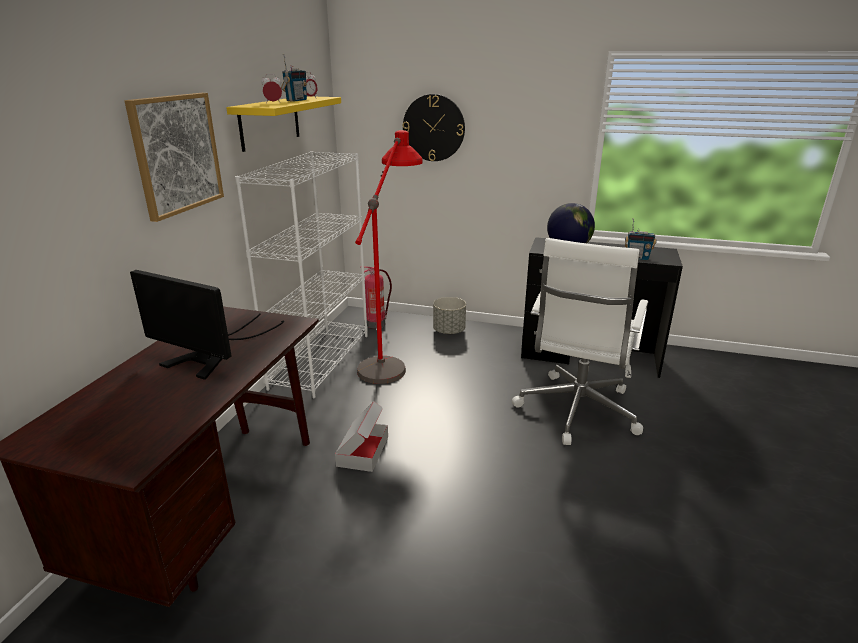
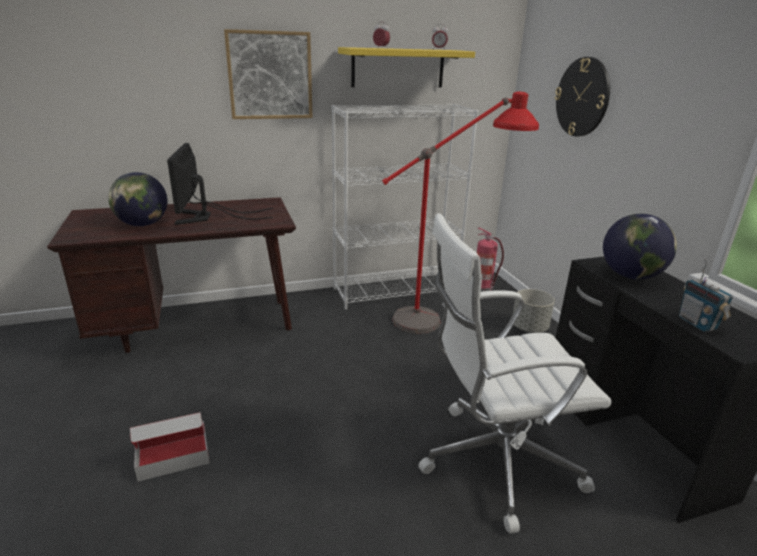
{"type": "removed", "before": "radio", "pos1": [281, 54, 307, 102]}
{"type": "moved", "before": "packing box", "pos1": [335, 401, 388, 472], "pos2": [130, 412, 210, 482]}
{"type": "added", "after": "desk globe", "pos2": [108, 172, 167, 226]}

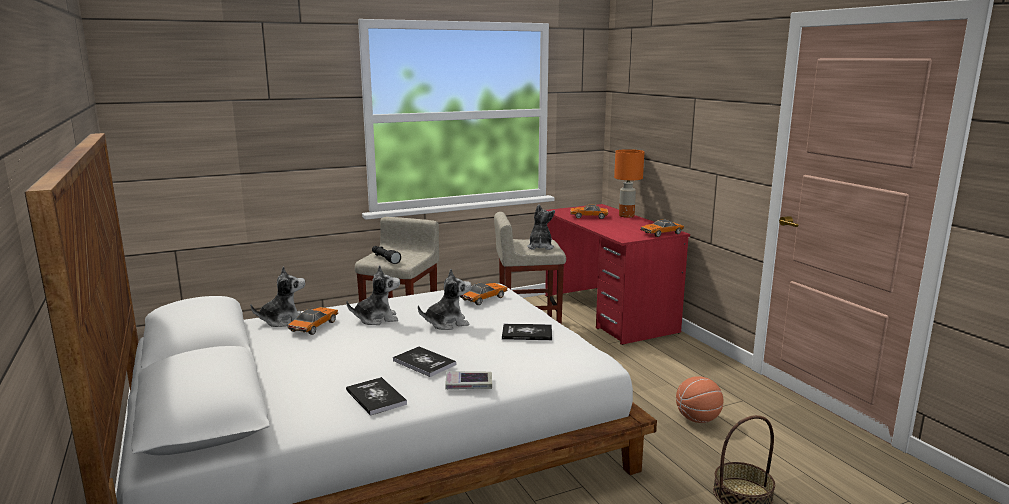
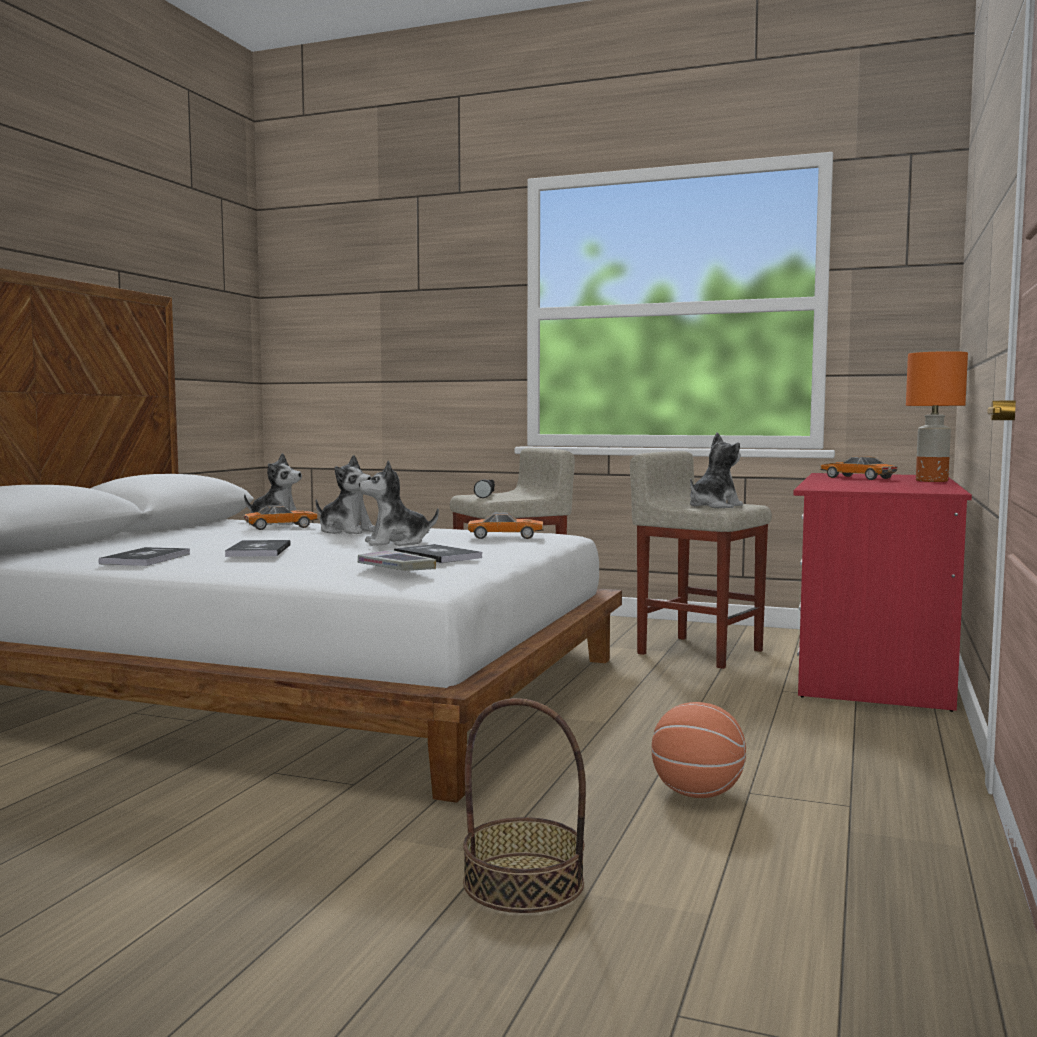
{"type": "turned", "before": "cuddly toy", "pos1": [418, 269, 471, 330], "pos2": [359, 460, 439, 546], "turn": 135}
{"type": "moved", "before": "bound book", "pos1": [445, 371, 492, 389], "pos2": [358, 550, 436, 571]}
{"type": "removed", "before": "model car", "pos1": [641, 219, 684, 237]}

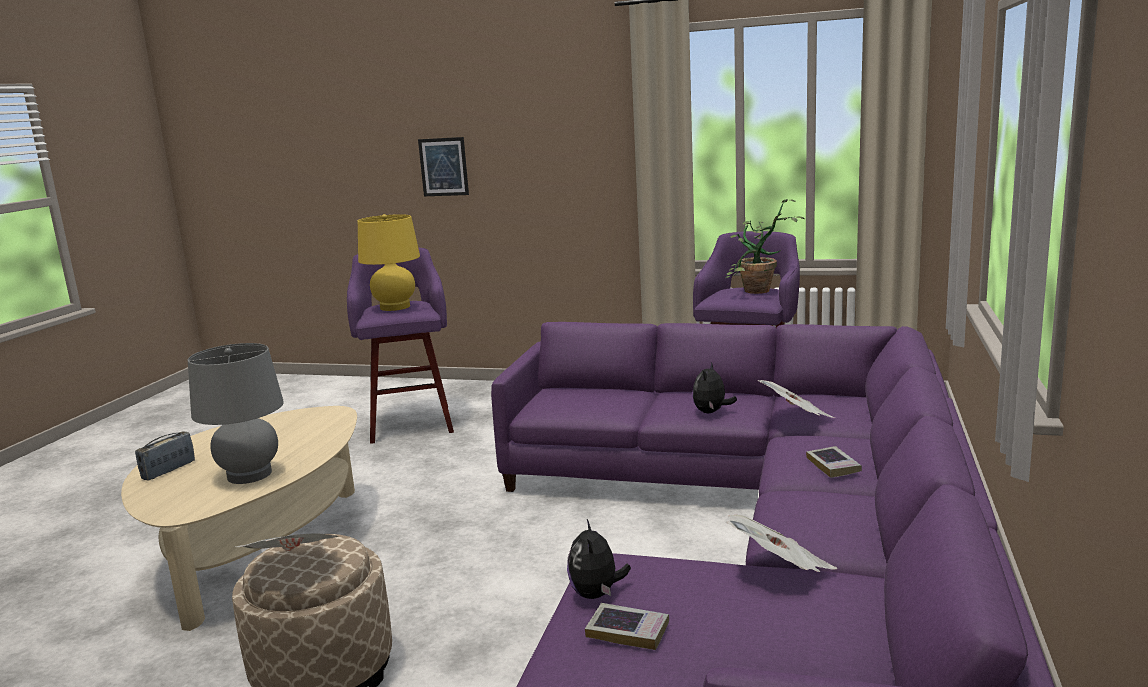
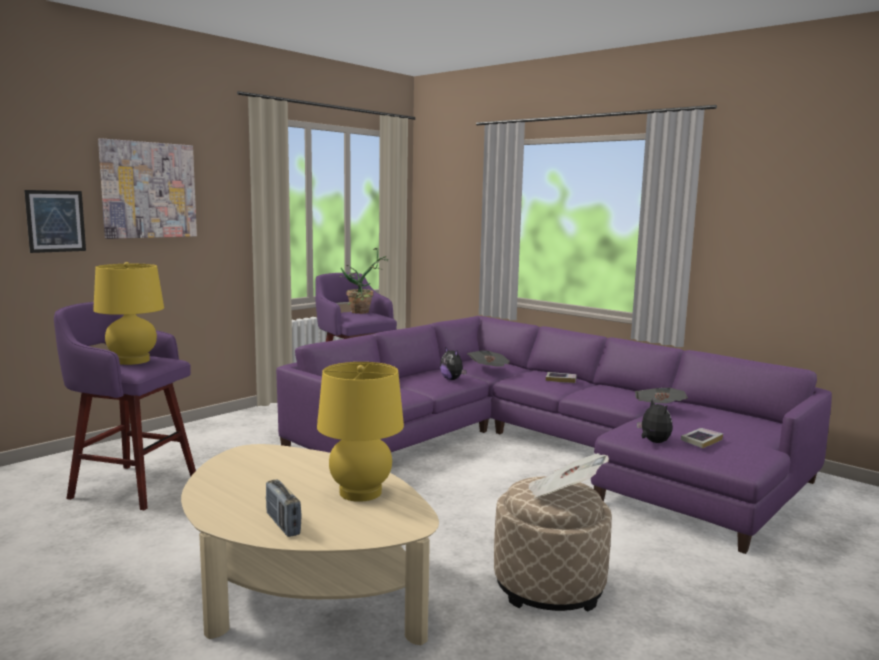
{"type": "recoloured", "before": "greyish tabletop lamp", "after": "yellowish tabletop lamp", "pos1": [188, 343, 284, 484], "pos2": [317, 362, 404, 502]}
{"type": "turned", "before": "cuddly toy", "pos1": [567, 519, 631, 599], "pos2": [637, 398, 673, 443], "turn": -135}
{"type": "added", "after": "picture", "pos2": [98, 138, 197, 239]}

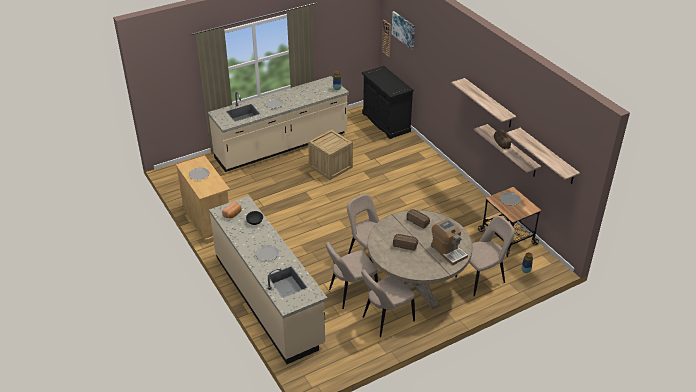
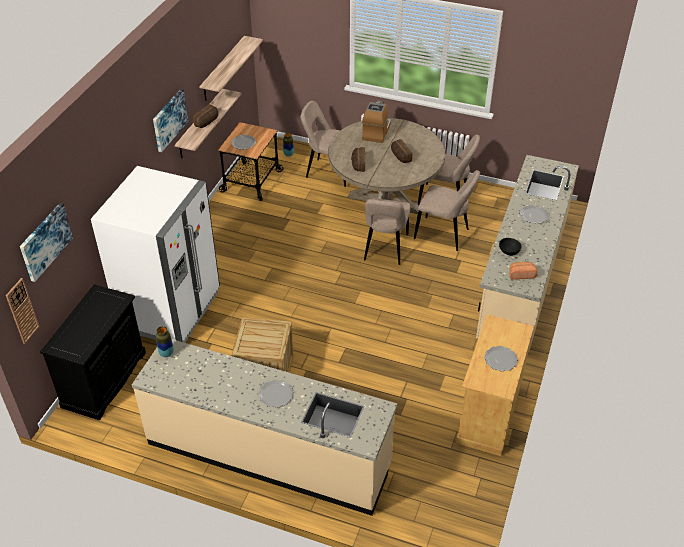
{"type": "replaced", "before": "shelf", "after": "picture", "pos1": [451, 78, 516, 128], "pos2": [153, 89, 188, 152]}
{"type": "added", "after": "white-coloured fridge", "pos2": [91, 166, 220, 343]}

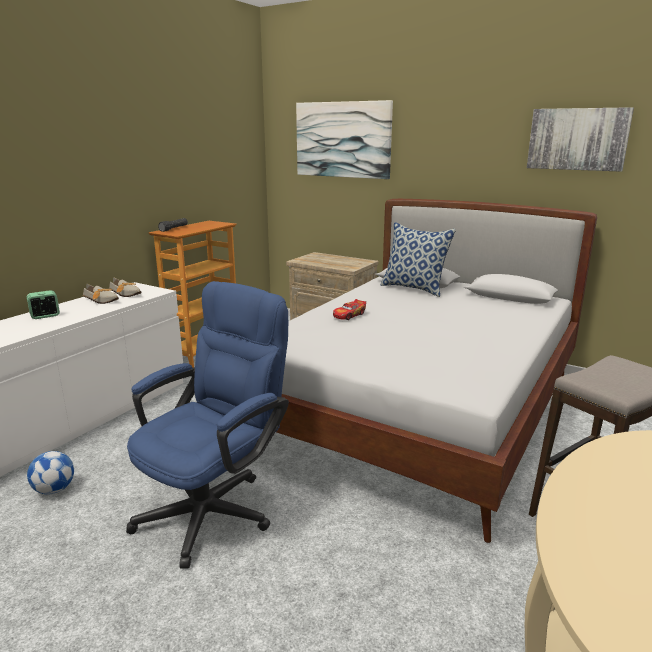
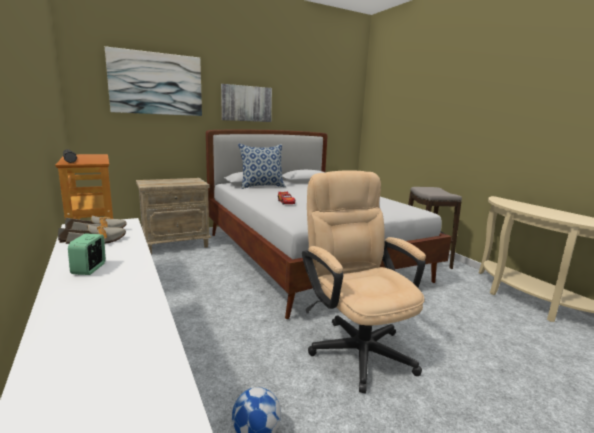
{"type": "recoloured", "before": "bluish desk chair", "after": "beige desk chair", "pos1": [126, 281, 289, 569], "pos2": [302, 170, 426, 394]}
{"type": "moved", "before": "picture", "pos1": [527, 107, 634, 172], "pos2": [221, 84, 272, 122]}

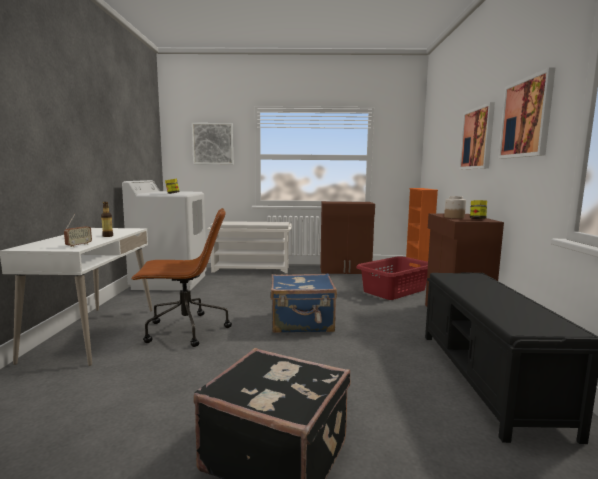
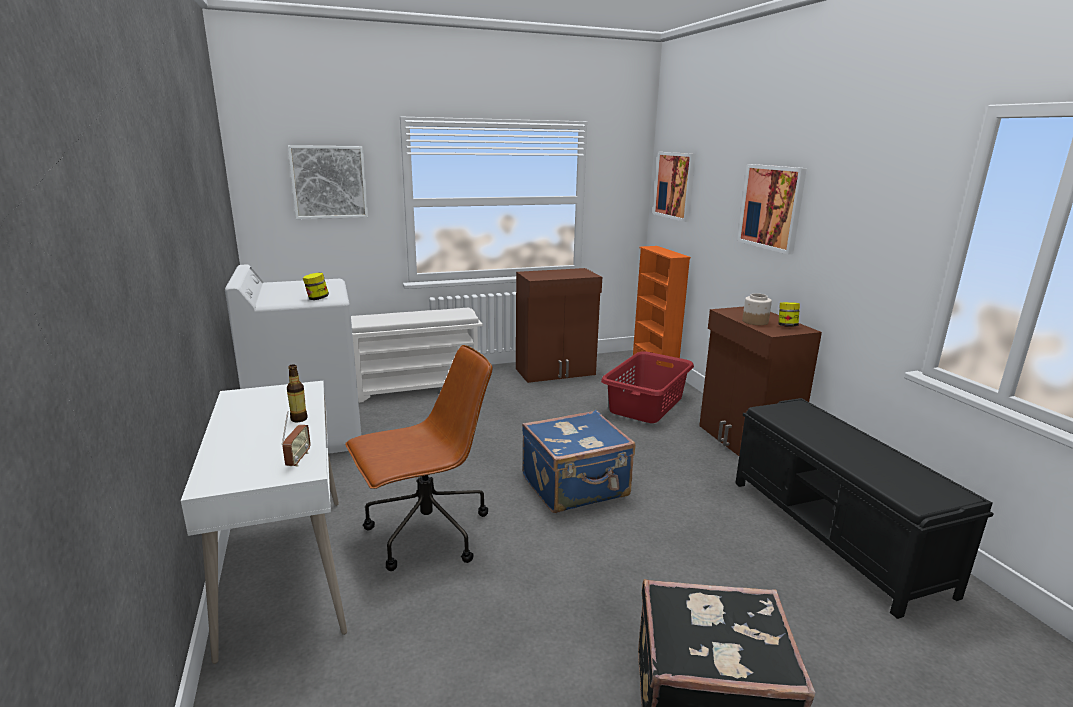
{"type": "moved", "before": "picture", "pos1": [498, 67, 556, 159], "pos2": [653, 152, 696, 222]}

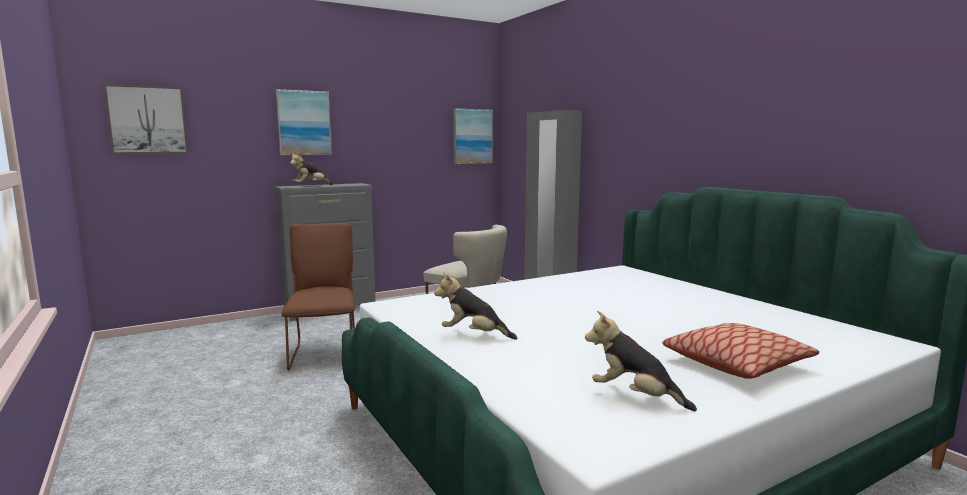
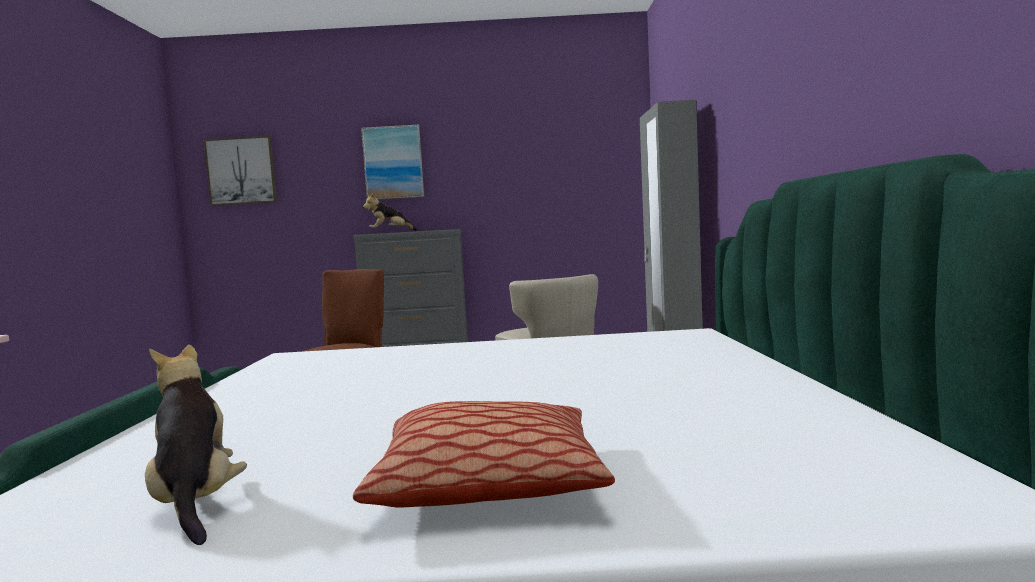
{"type": "removed", "before": "cuddly toy", "pos1": [434, 272, 517, 340]}
{"type": "removed", "before": "picture", "pos1": [453, 108, 493, 164]}

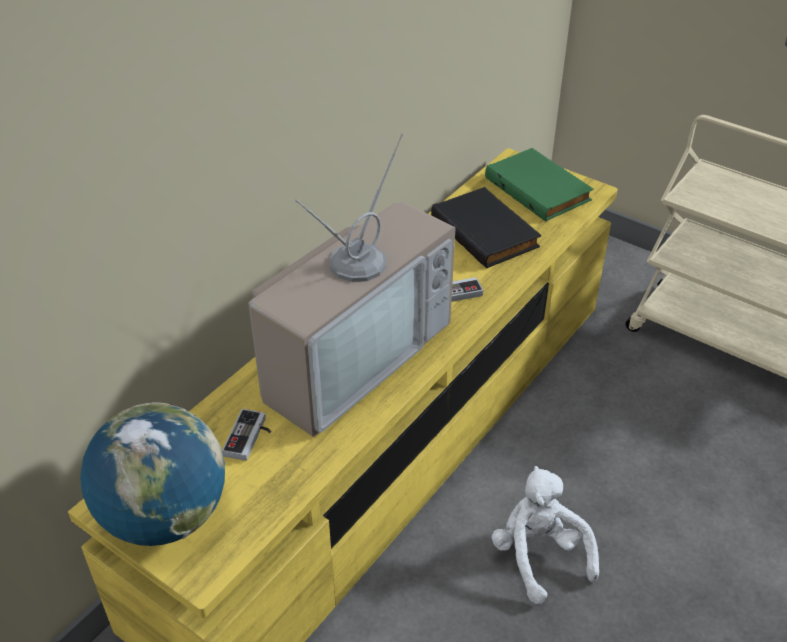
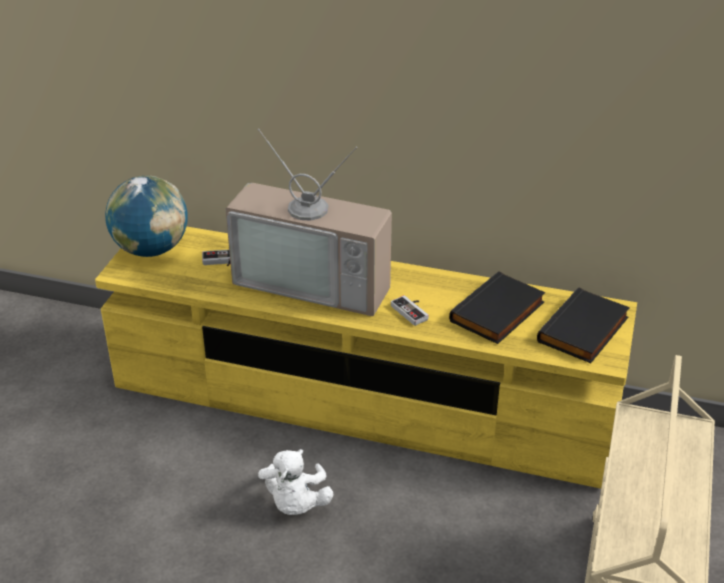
{"type": "recoloured", "before": "green bound book", "after": "blackish bound book", "pos1": [485, 148, 593, 221], "pos2": [537, 288, 630, 363]}
{"type": "turned", "before": "white-coloured cuddly toy", "pos1": [491, 466, 599, 604], "pos2": [258, 449, 334, 515], "turn": 135}

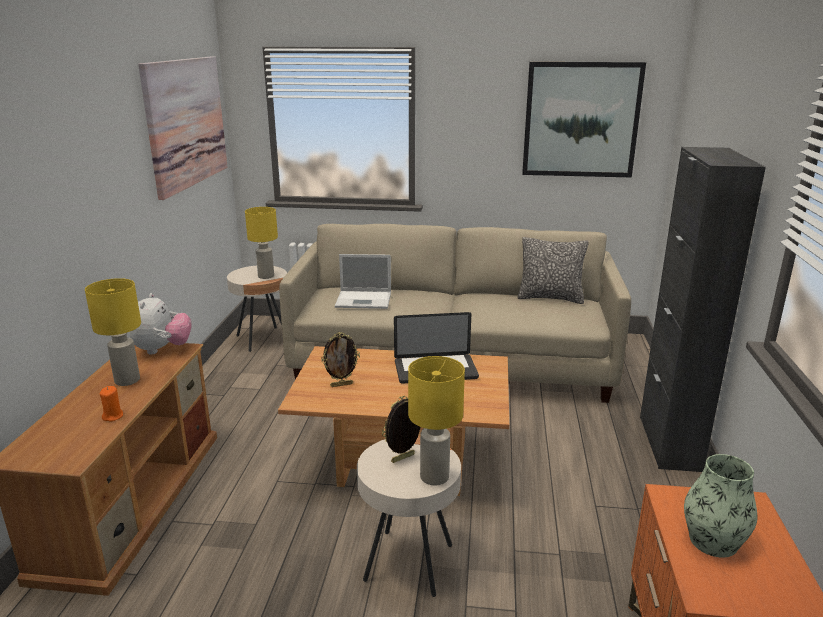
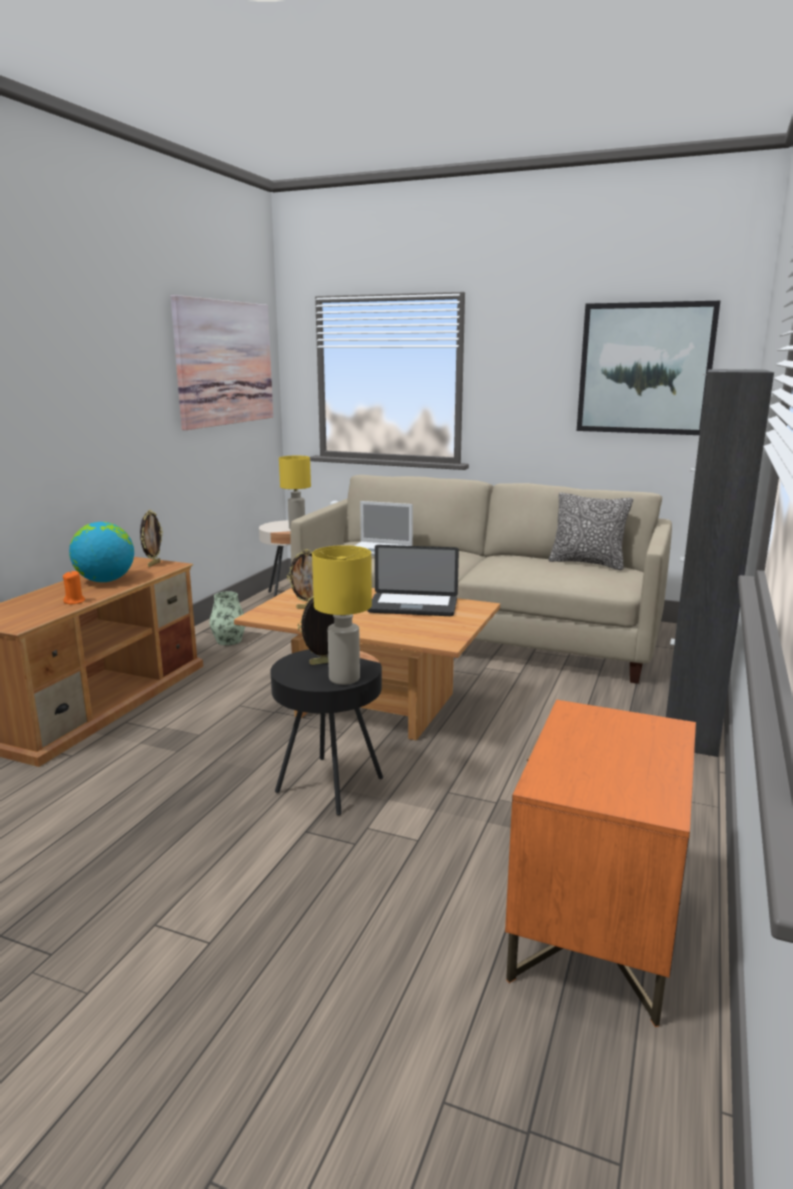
{"type": "replaced", "before": "yellowish tabletop lamp", "after": "desk globe", "pos1": [85, 278, 141, 386], "pos2": [69, 522, 134, 582]}
{"type": "replaced", "before": "cuddly toy", "after": "photo frame", "pos1": [130, 293, 192, 354], "pos2": [140, 510, 163, 567]}
{"type": "recoloured", "before": "beige end table", "after": "blackish end table", "pos1": [357, 436, 461, 597], "pos2": [271, 649, 383, 815]}
{"type": "moved", "before": "flower vase", "pos1": [684, 454, 757, 558], "pos2": [210, 591, 245, 645]}

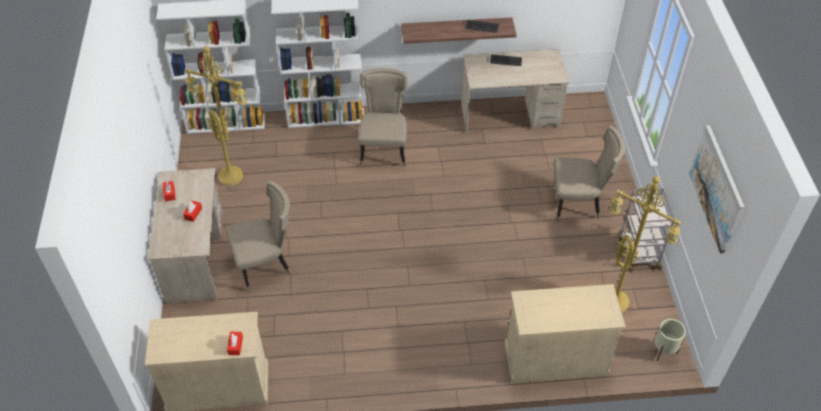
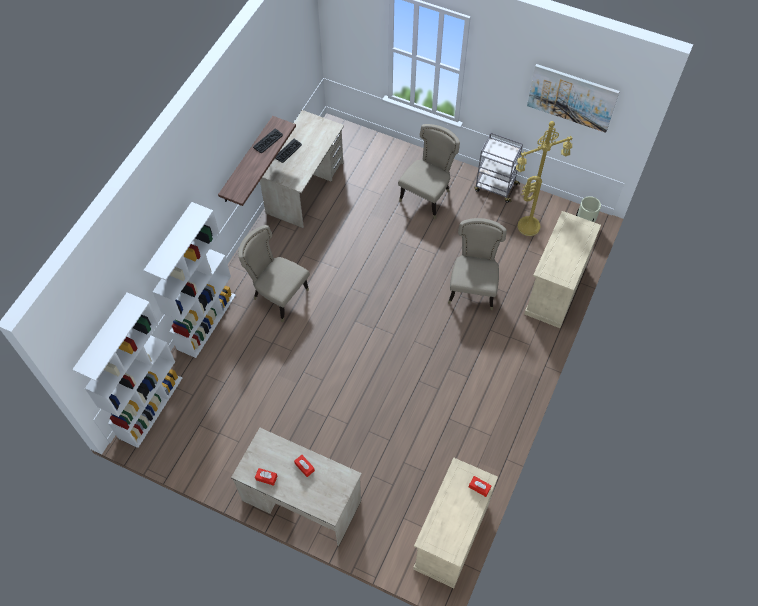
{"type": "removed", "before": "yellowish floor lamp", "pos1": [185, 46, 247, 186]}
{"type": "moved", "before": "beige upright chair", "pos1": [226, 181, 291, 292], "pos2": [448, 218, 507, 310]}

